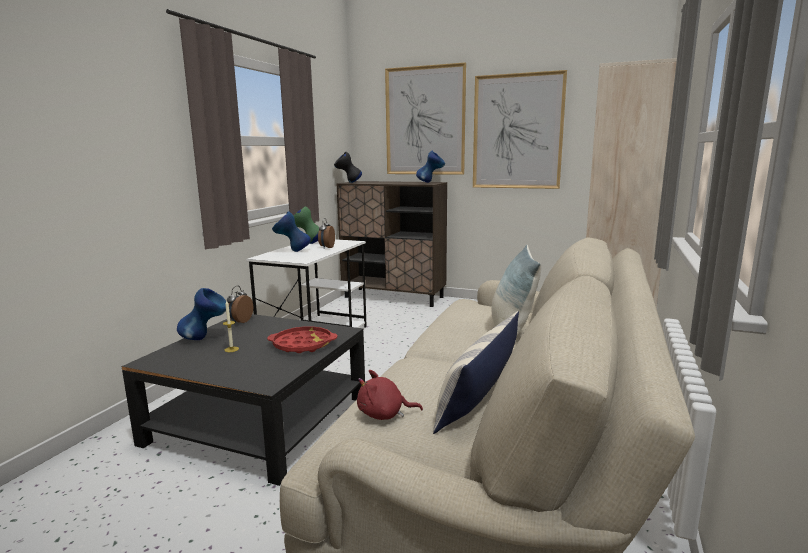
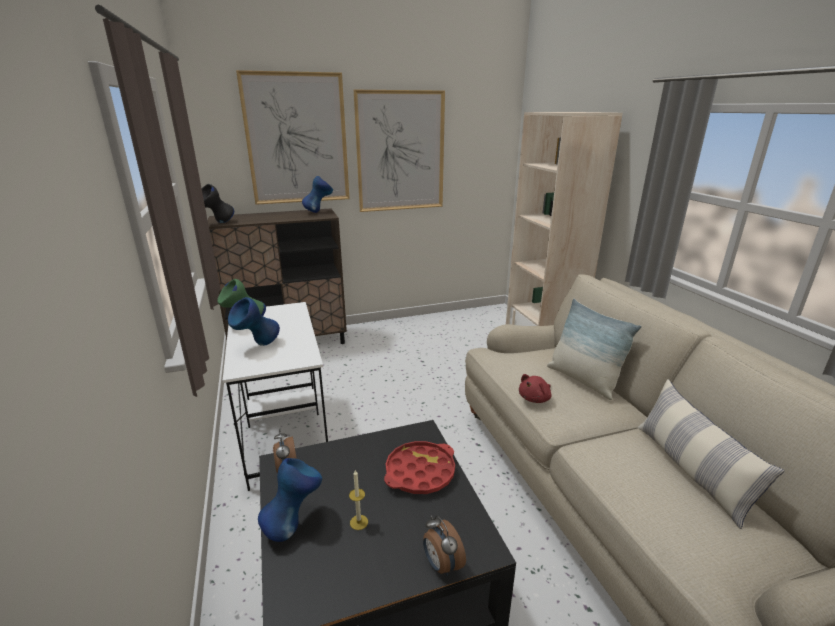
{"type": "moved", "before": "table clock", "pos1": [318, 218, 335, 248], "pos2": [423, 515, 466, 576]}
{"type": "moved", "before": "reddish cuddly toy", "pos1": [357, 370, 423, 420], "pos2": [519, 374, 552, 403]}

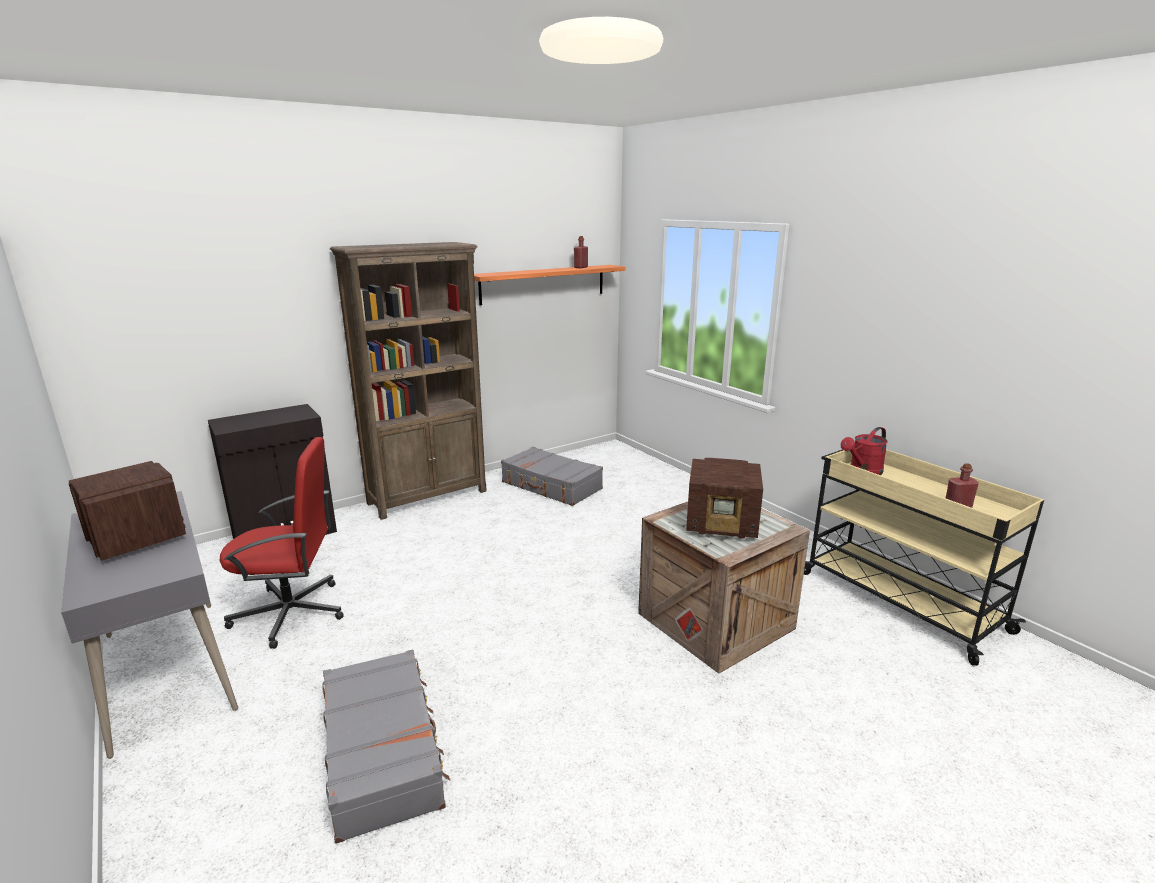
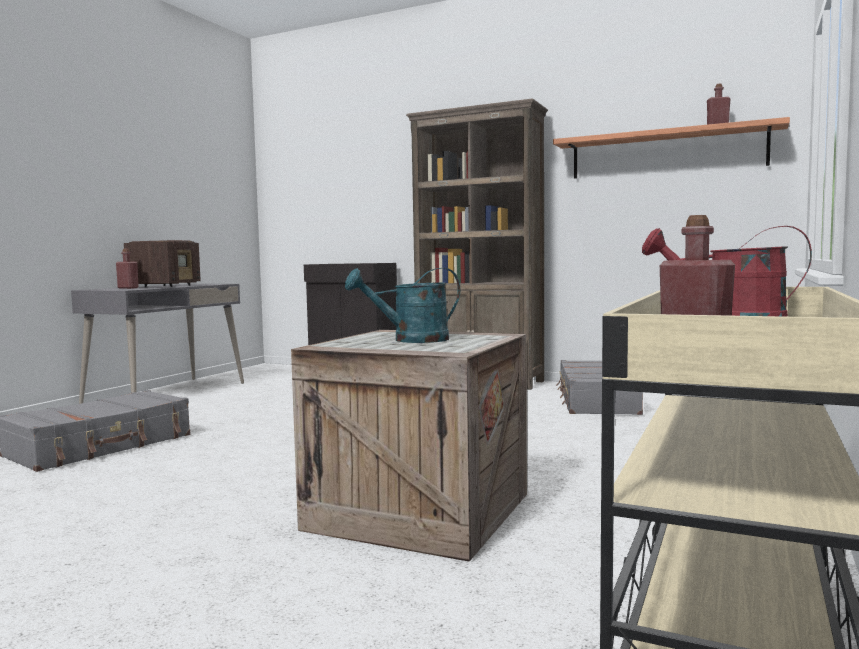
{"type": "removed", "before": "reddish desk chair", "pos1": [220, 437, 343, 649]}
{"type": "replaced", "before": "radio", "after": "turquoise-coloured sprinkling can", "pos1": [686, 458, 763, 539], "pos2": [345, 268, 460, 343]}
{"type": "added", "after": "reddish beverage bottle", "pos2": [116, 248, 139, 289]}

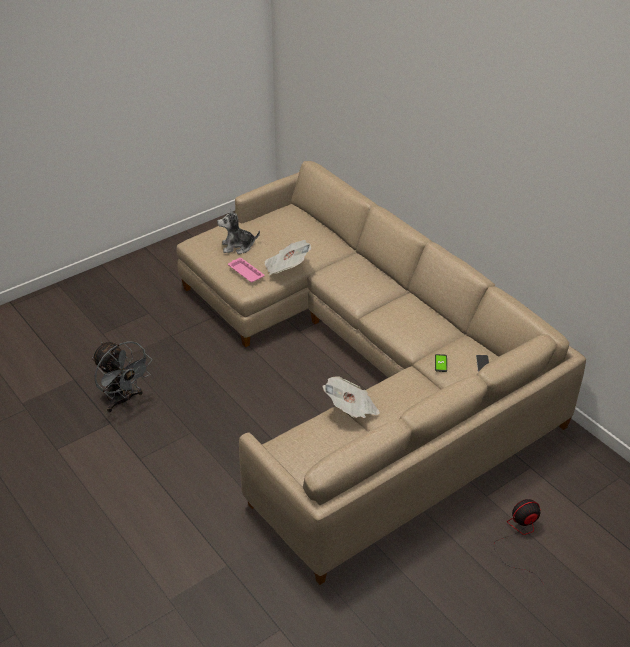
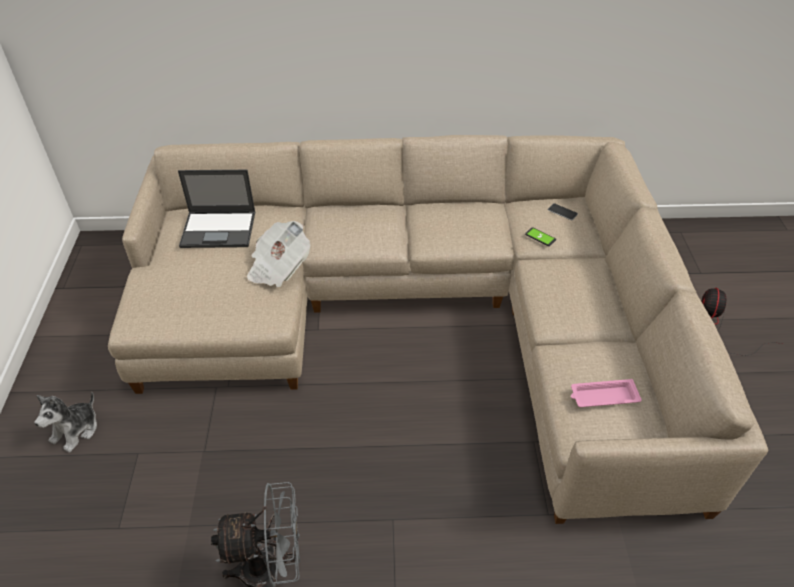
{"type": "moved", "before": "cuddly toy", "pos1": [217, 208, 260, 254], "pos2": [34, 392, 97, 453]}
{"type": "moved", "before": "pinkish serving tray", "pos1": [228, 258, 265, 282], "pos2": [571, 379, 642, 407]}
{"type": "removed", "before": "printed paper", "pos1": [322, 376, 380, 418]}
{"type": "added", "after": "portable computer", "pos2": [178, 170, 255, 248]}

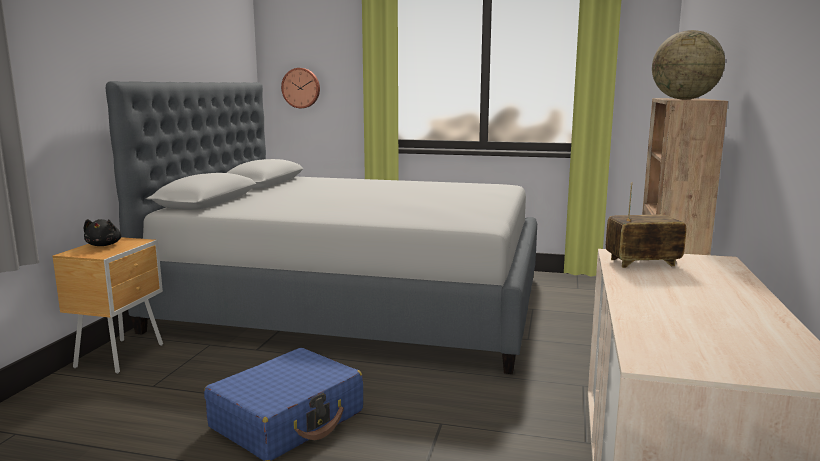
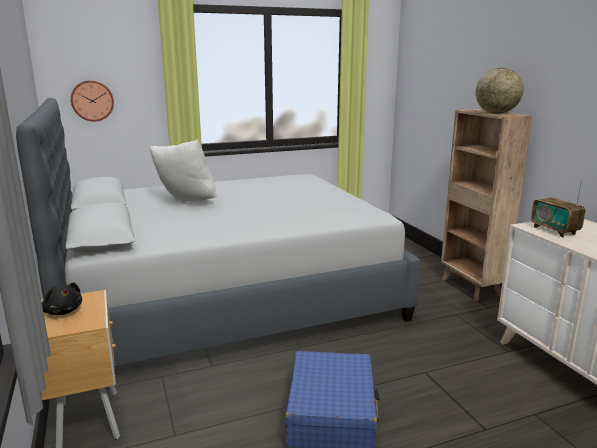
{"type": "turned", "before": "radio", "pos1": [606, 182, 687, 268], "pos2": [531, 181, 585, 238], "turn": -75}
{"type": "added", "after": "white-coloured pillow", "pos2": [150, 139, 217, 201]}

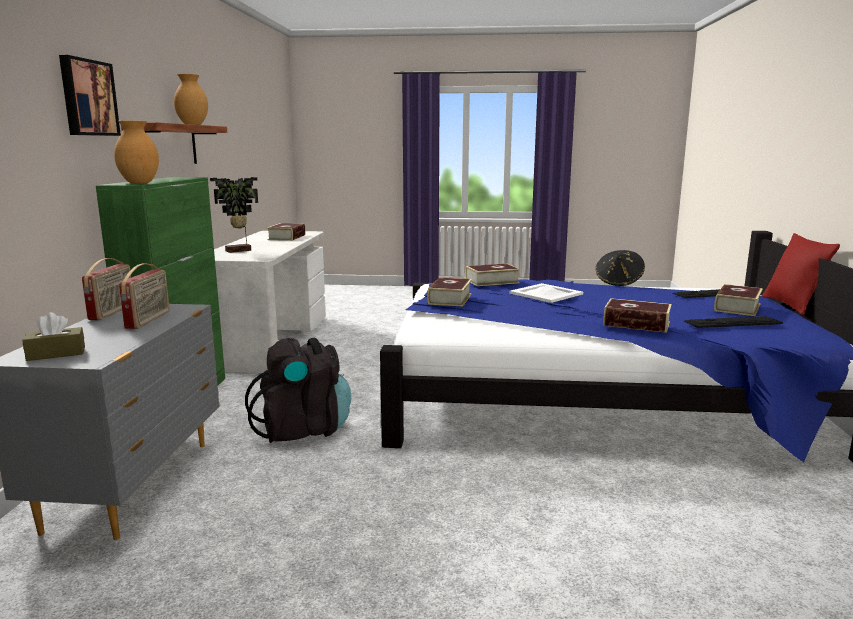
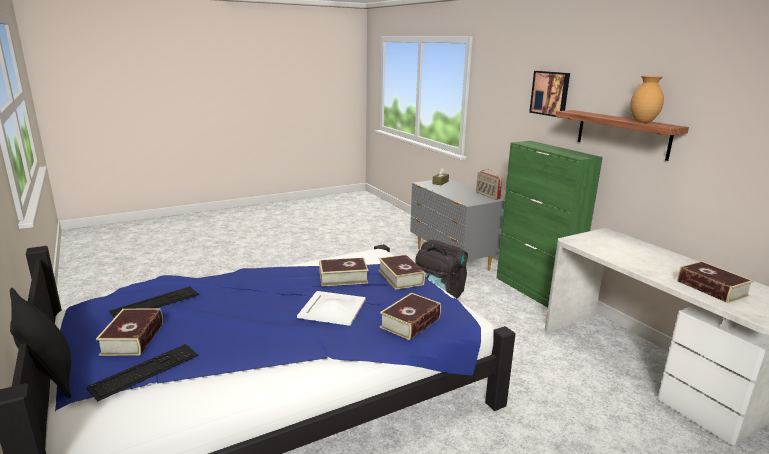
{"type": "removed", "before": "brownish flower vase", "pos1": [114, 121, 159, 184]}
{"type": "removed", "before": "radio", "pos1": [119, 264, 170, 329]}
{"type": "removed", "before": "houseplant", "pos1": [210, 177, 258, 253]}
{"type": "removed", "before": "blackish wearable hat", "pos1": [595, 250, 645, 286]}
{"type": "moved", "before": "bound book", "pos1": [603, 298, 672, 333], "pos2": [319, 258, 368, 286]}
{"type": "recoloured", "before": "reddish pillow", "after": "blackish pillow", "pos1": [762, 233, 840, 315], "pos2": [10, 288, 71, 398]}

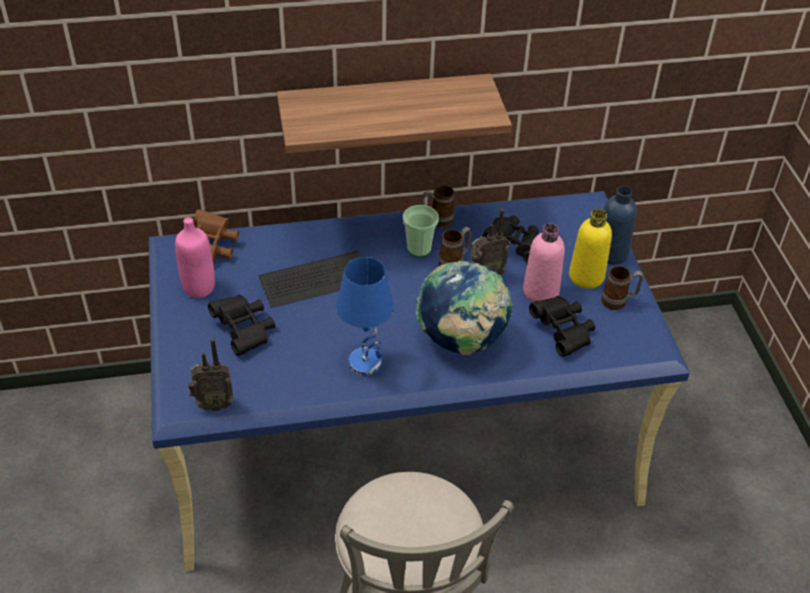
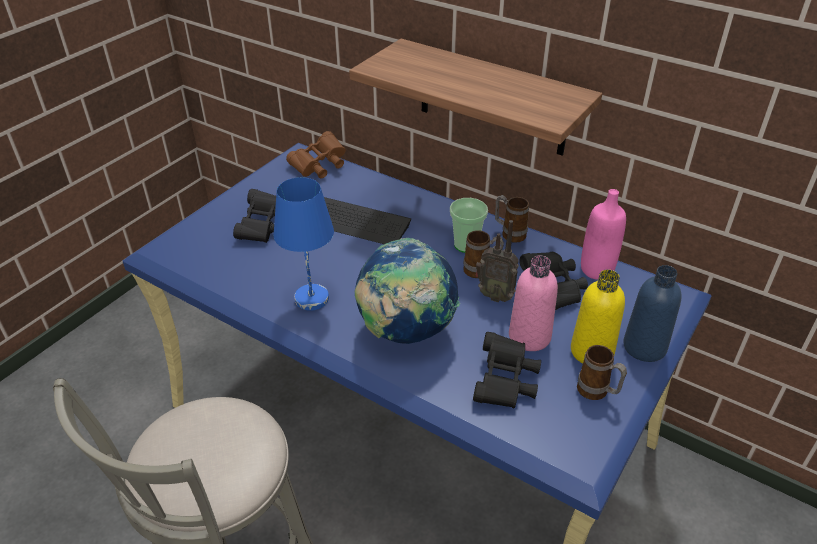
{"type": "moved", "before": "pinkish beverage bottle", "pos1": [175, 217, 215, 298], "pos2": [581, 189, 626, 280]}
{"type": "removed", "before": "radio", "pos1": [188, 338, 233, 411]}

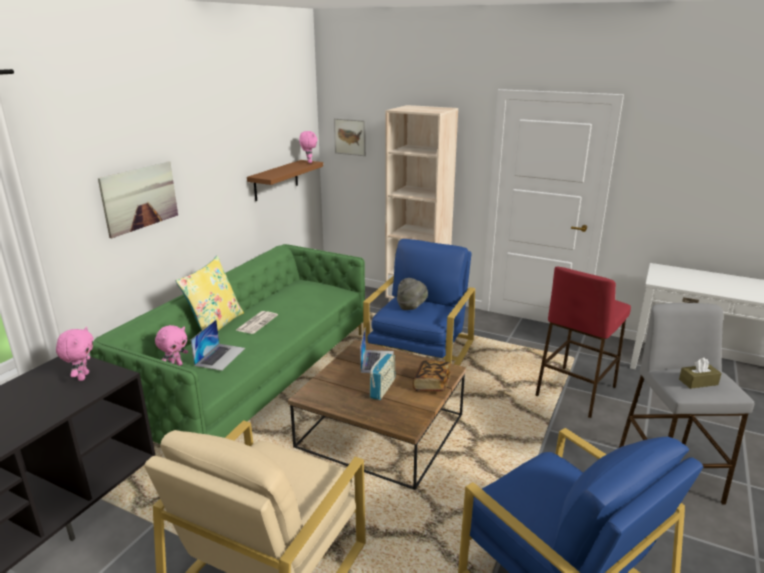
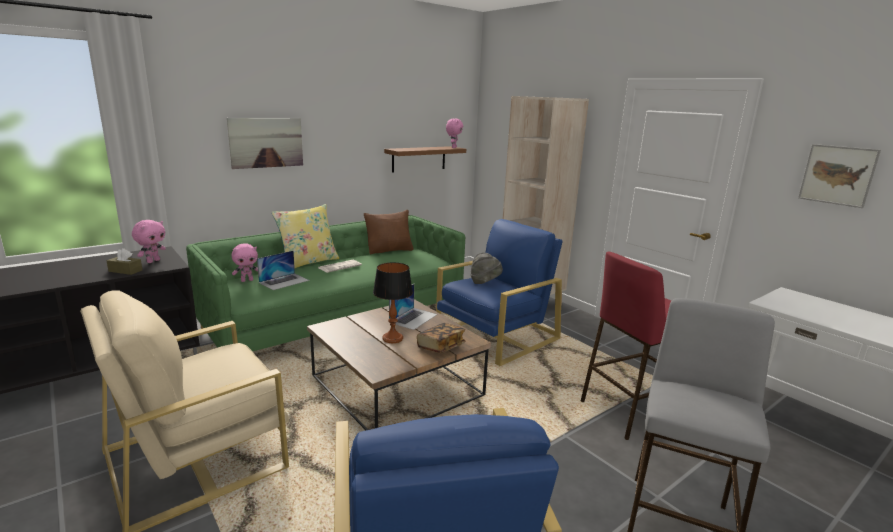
{"type": "moved", "before": "picture", "pos1": [334, 118, 366, 156], "pos2": [798, 144, 881, 208]}
{"type": "replaced", "before": "radio", "after": "tabletop lamp", "pos1": [370, 353, 395, 400], "pos2": [373, 262, 413, 343]}
{"type": "moved", "before": "brownish box of tissues", "pos1": [679, 358, 722, 389], "pos2": [106, 248, 143, 275]}
{"type": "added", "after": "brownish pillow", "pos2": [364, 210, 414, 254]}

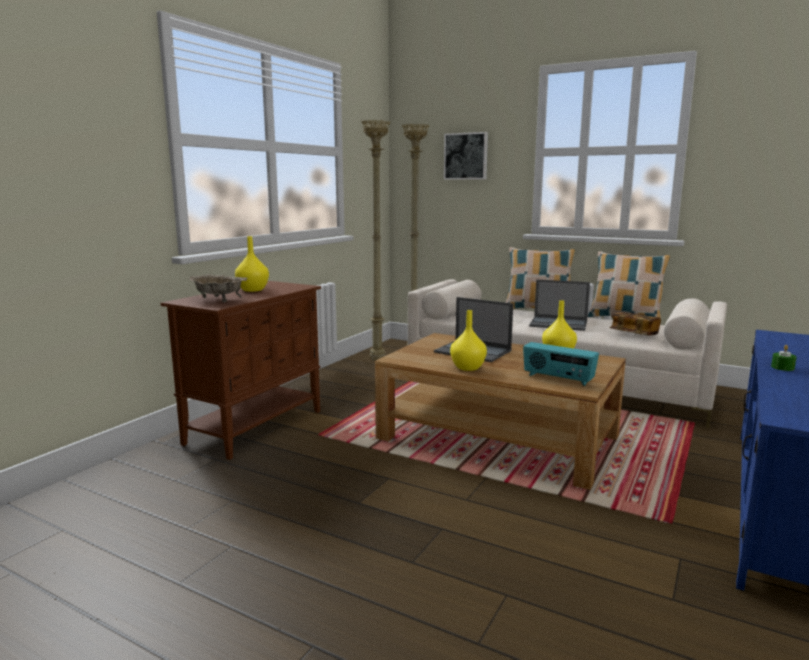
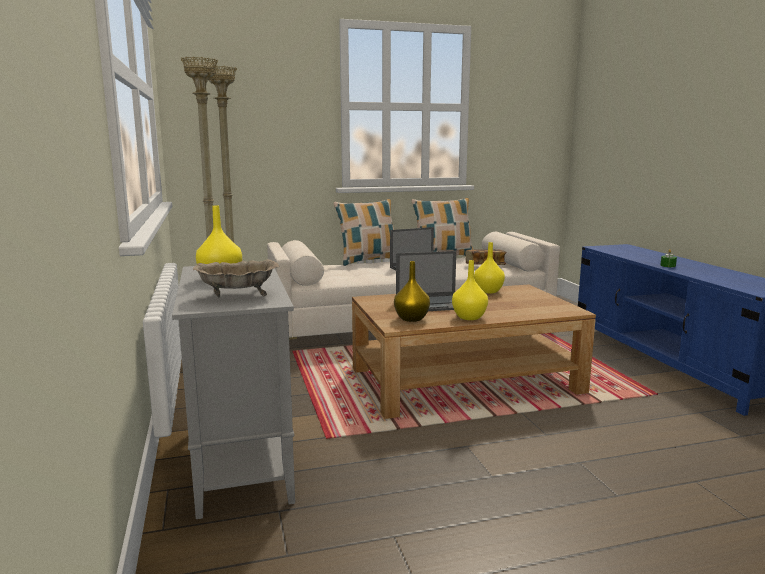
{"type": "recoloured", "before": "brownish cupboard", "after": "greyish cupboard", "pos1": [161, 281, 321, 460], "pos2": [172, 266, 295, 519]}
{"type": "removed", "before": "picture", "pos1": [444, 132, 488, 180]}
{"type": "removed", "before": "radio", "pos1": [523, 342, 599, 386]}
{"type": "added", "after": "yellowish flower vase", "pos2": [394, 261, 430, 322]}

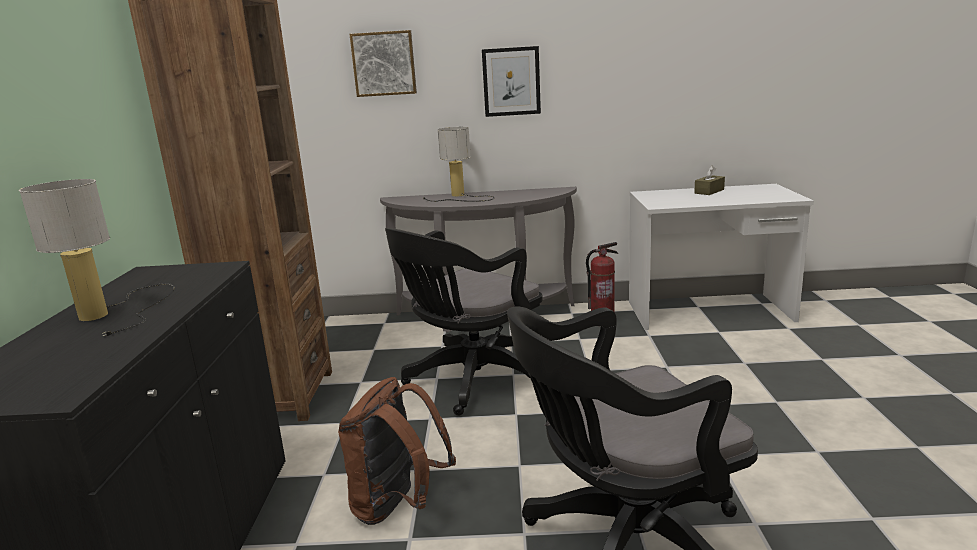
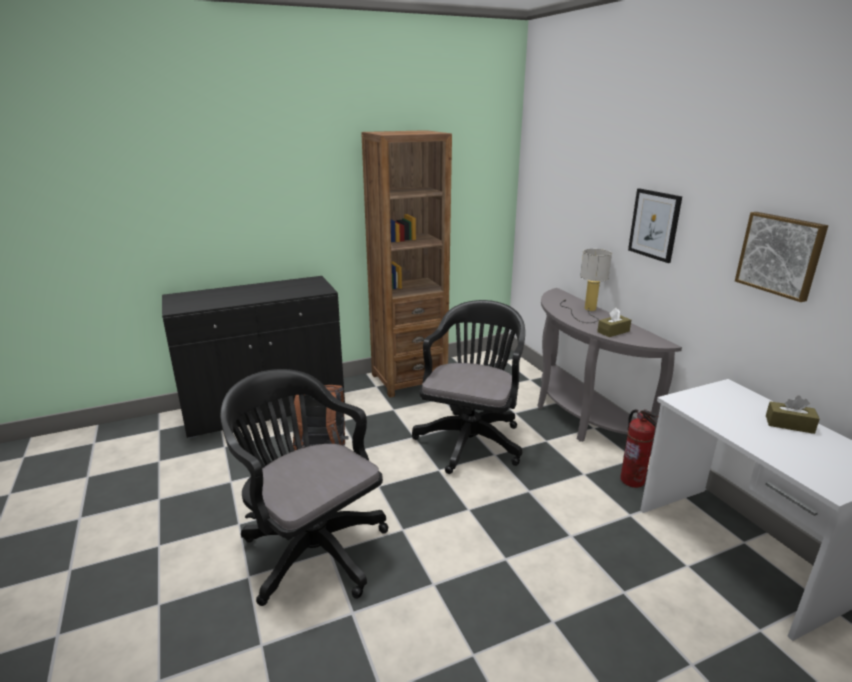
{"type": "removed", "before": "tabletop lamp", "pos1": [19, 179, 175, 336]}
{"type": "moved", "before": "picture", "pos1": [350, 30, 417, 97], "pos2": [735, 212, 828, 302]}
{"type": "turned", "before": "blackish desk chair", "pos1": [385, 228, 543, 416], "pos2": [412, 300, 525, 474], "turn": 90}
{"type": "added", "after": "brownish box of tissues", "pos2": [597, 308, 631, 337]}

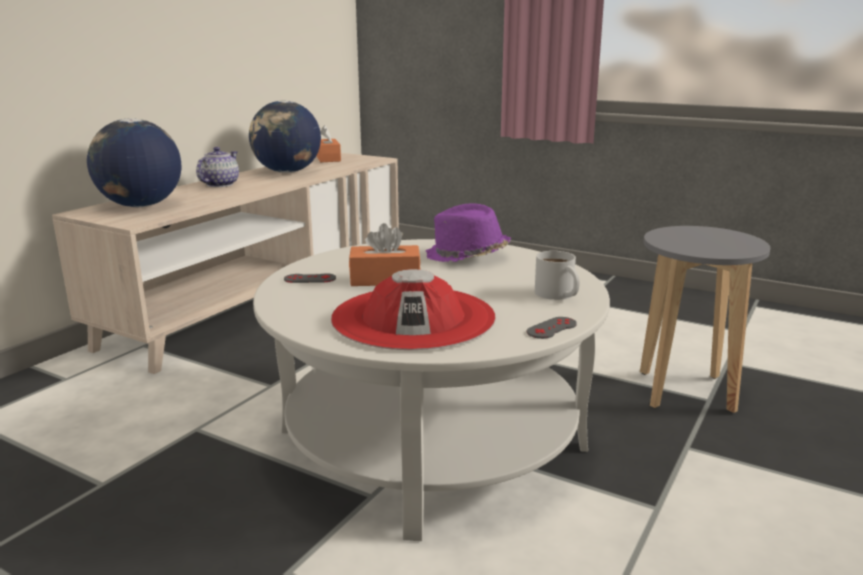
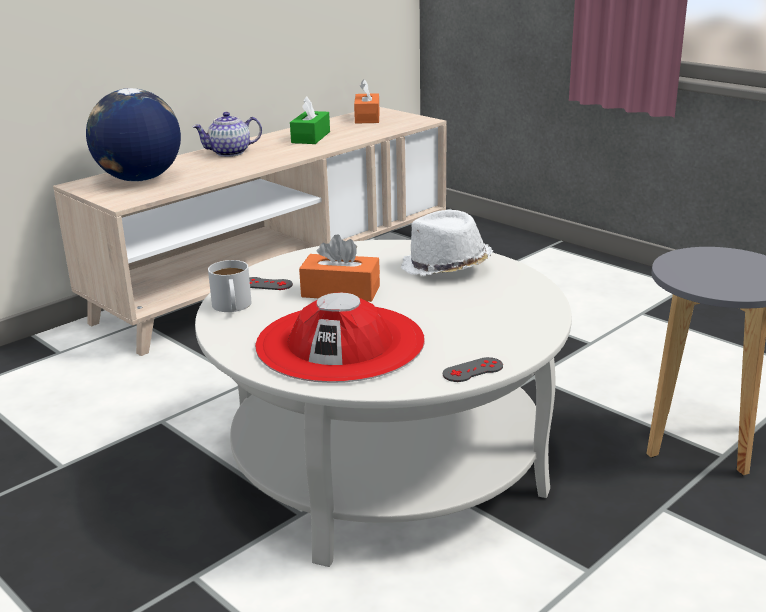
{"type": "turned", "before": "teapot", "pos1": [196, 147, 239, 187], "pos2": [192, 112, 262, 157], "turn": -150}
{"type": "replaced", "before": "desk globe", "after": "green box of tissues", "pos1": [249, 101, 321, 173], "pos2": [290, 97, 330, 144]}
{"type": "recoloured", "before": "purple-coloured wearable hat", "after": "white-coloured wearable hat", "pos1": [426, 203, 511, 262], "pos2": [401, 210, 493, 276]}
{"type": "moved", "before": "white-coloured coffee mug", "pos1": [535, 251, 580, 300], "pos2": [208, 260, 252, 312]}

